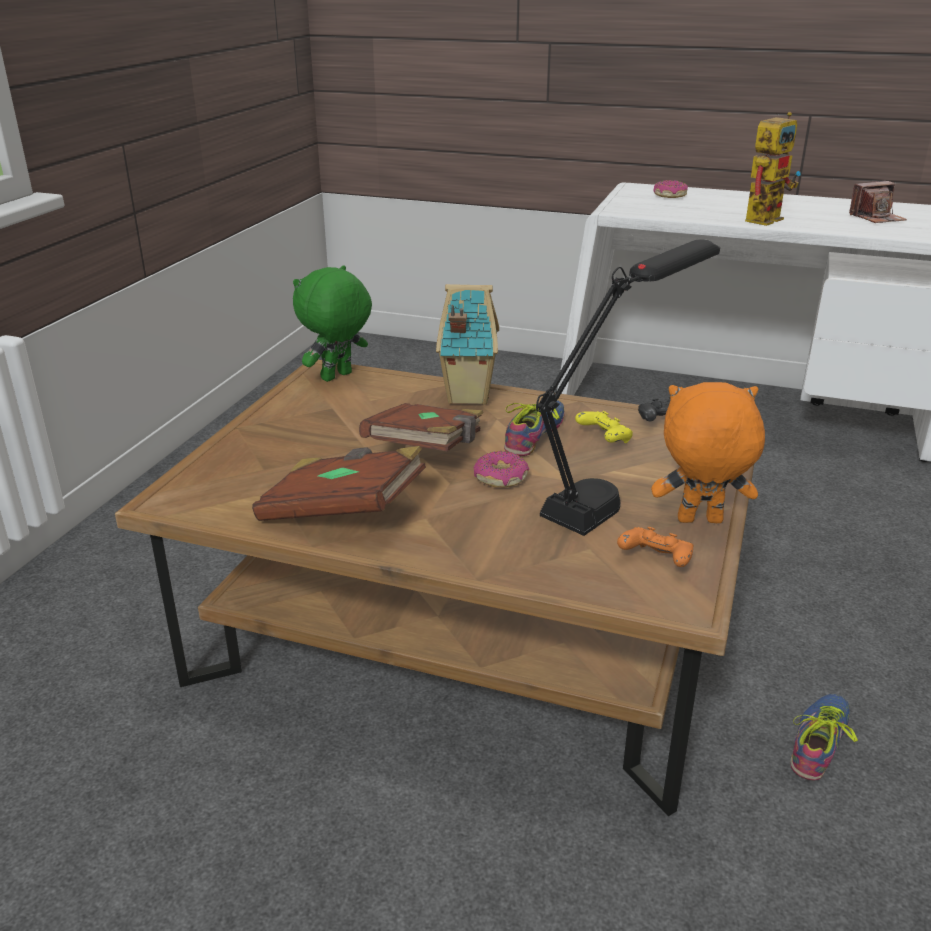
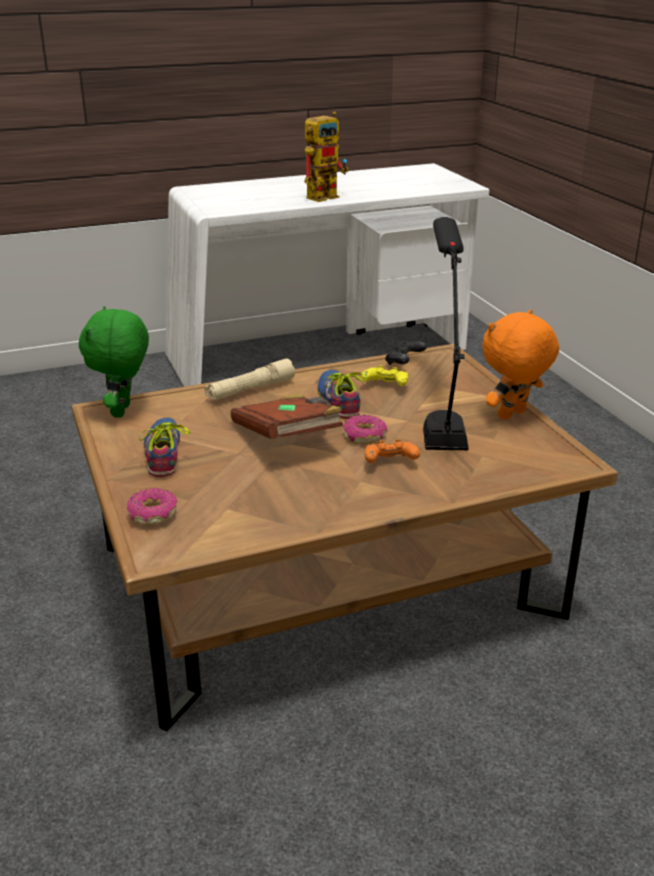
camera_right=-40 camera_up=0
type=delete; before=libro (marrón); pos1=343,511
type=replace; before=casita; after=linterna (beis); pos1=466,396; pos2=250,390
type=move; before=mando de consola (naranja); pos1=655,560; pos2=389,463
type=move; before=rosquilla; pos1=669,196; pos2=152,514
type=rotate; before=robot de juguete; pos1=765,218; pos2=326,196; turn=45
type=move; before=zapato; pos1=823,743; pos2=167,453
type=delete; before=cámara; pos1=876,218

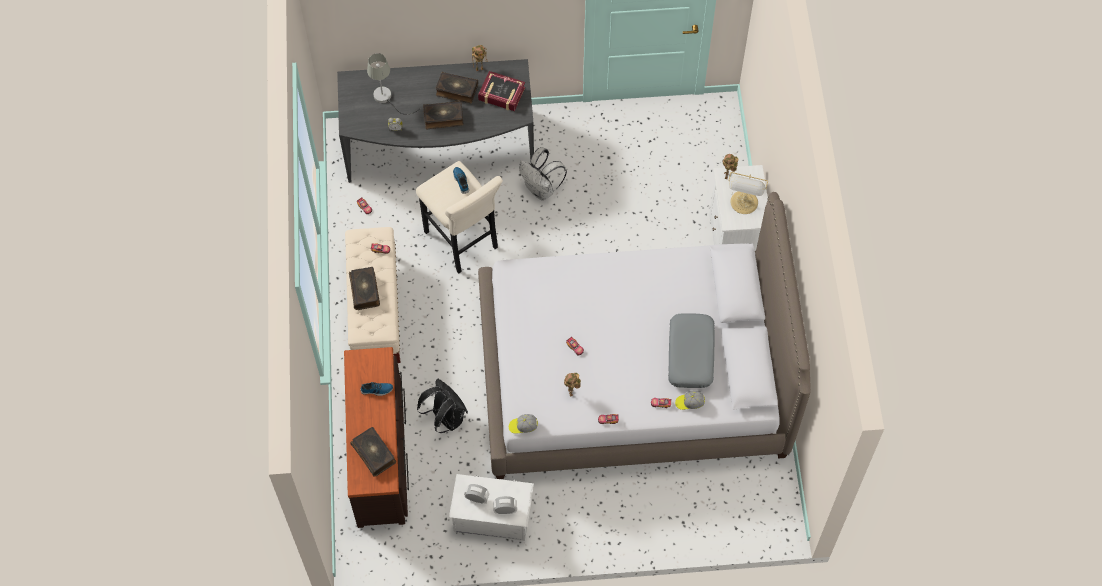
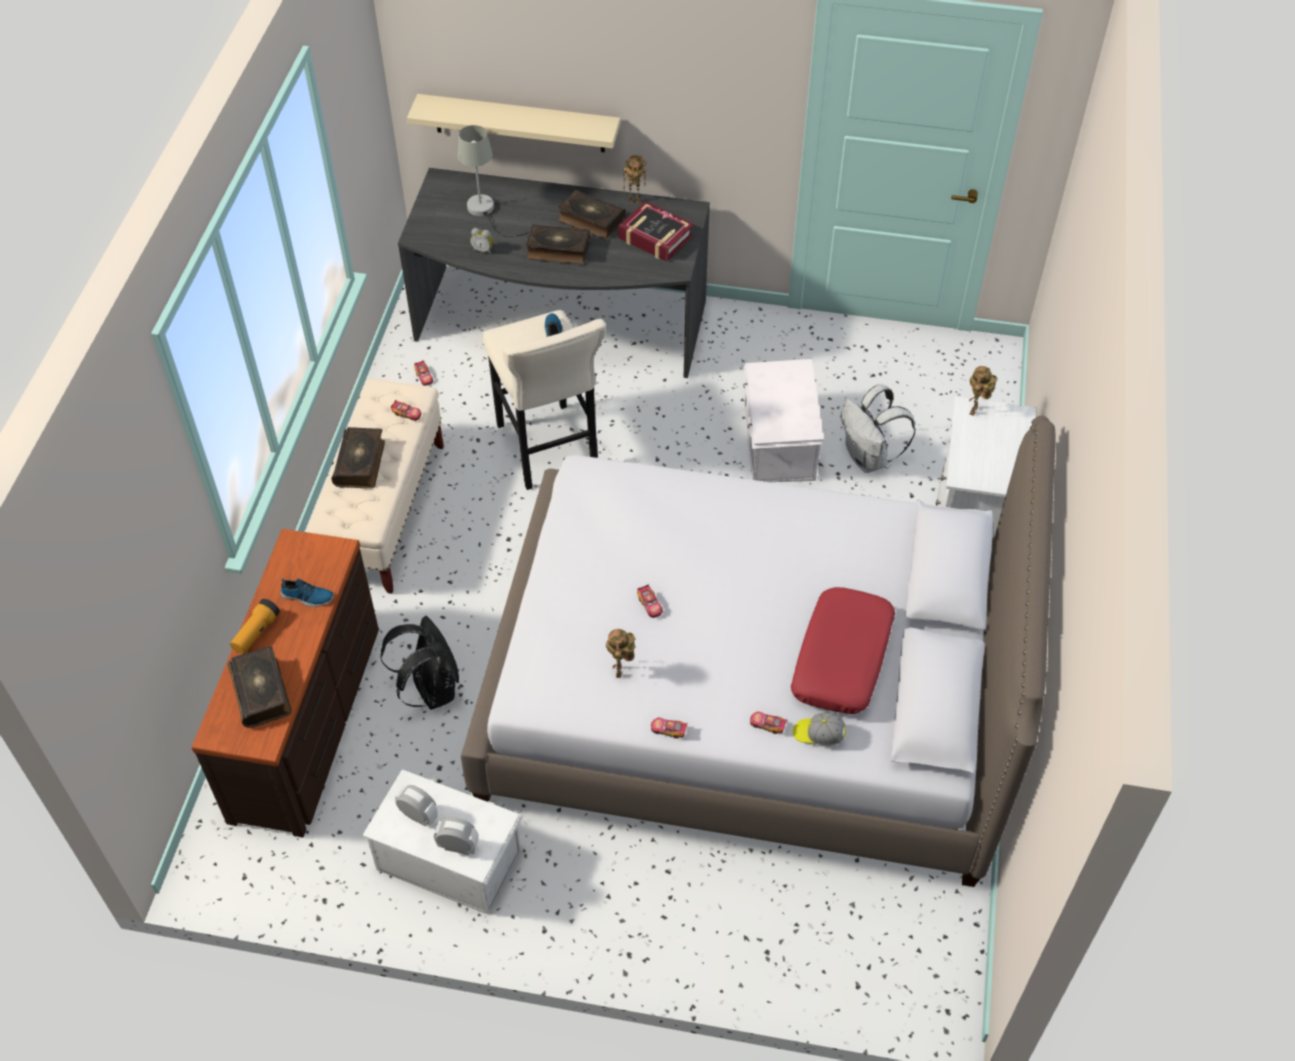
camera_right=15 camera_up=-10
type=delete; before=gorra; pos1=523,426
type=move; before=mochila (blanco); pos1=541,189; pos2=869,458
type=recolor; before=cojín (gris); after=cojín (rojo); pos1=691,355; pos2=842,659
type=delete; before=lámpara de mesa; pos1=744,203
type=insert; after=linterna; pos2=256,633
type=insert; after=estante (beis); pos2=519,123
type=insert; after=caja de almacenaje (blanco); pos2=777,443

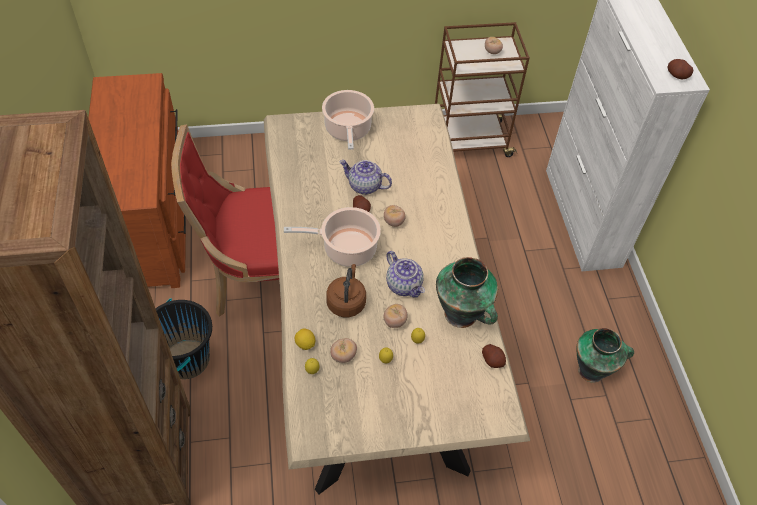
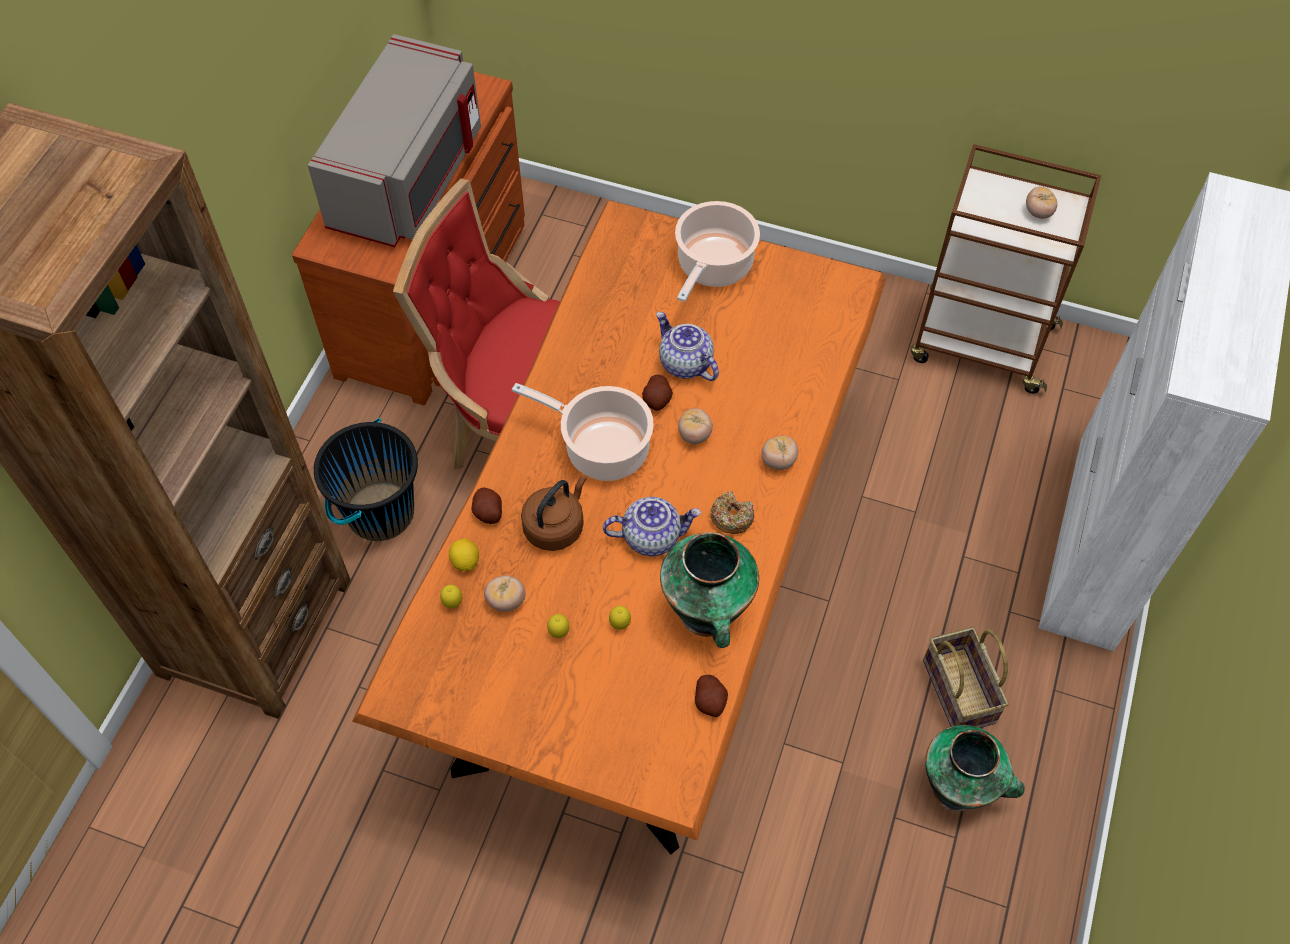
camera_right=30 camera_up=5
type=recolor; before=mesa de comedor (beis); after=mesa de comedor (naranja); pos1=373,343; pos2=645,600
type=move; before=tomate; pos1=394,321; pos2=778,461
type=rotate; before=tetera; pos1=404,285; pos2=652,536; turn=-90
type=move; before=patata; pos1=677,75; pos2=488,512
type=insert; after=microondas (gris); pos2=410,178
type=insert; after=rosquilla; pos2=731,517
type=insert; after=cesta; pos2=961,693

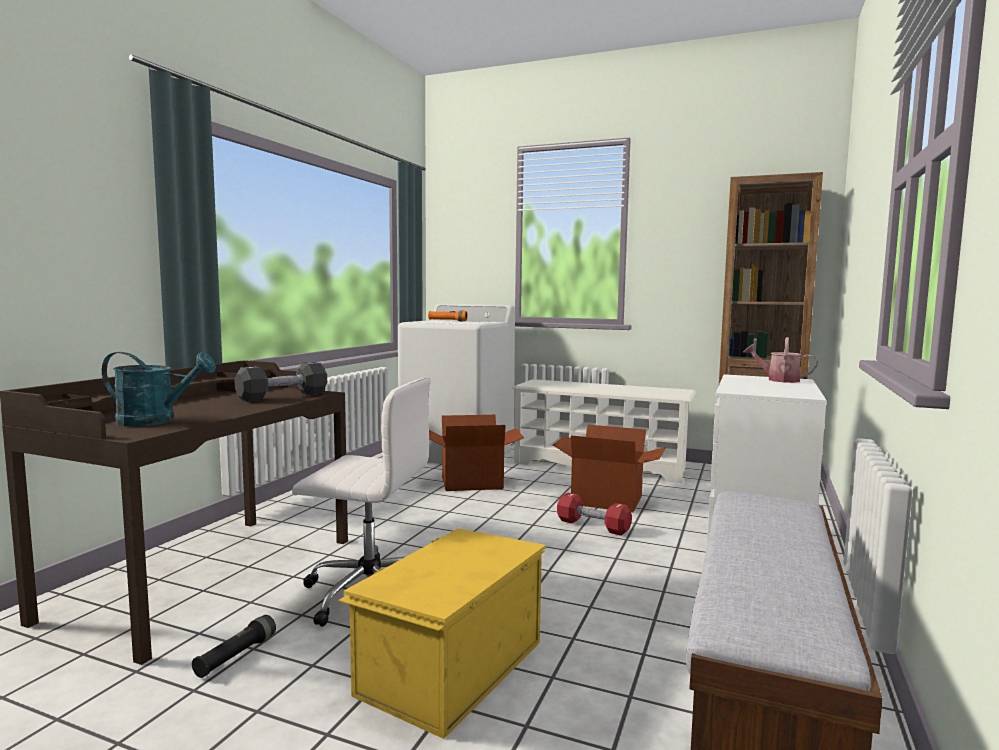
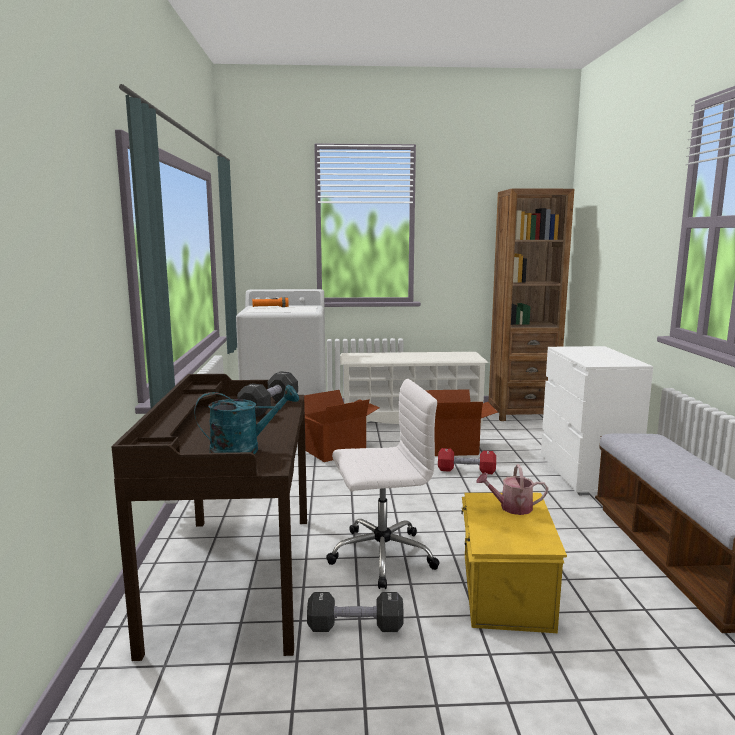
camera_right=-25 camera_up=5
type=replace; before=linterna (negro); after=mancuerna (negro); pos1=236,656; pos2=355,627
type=move; before=regadera; pos1=778,380; pos2=511,508

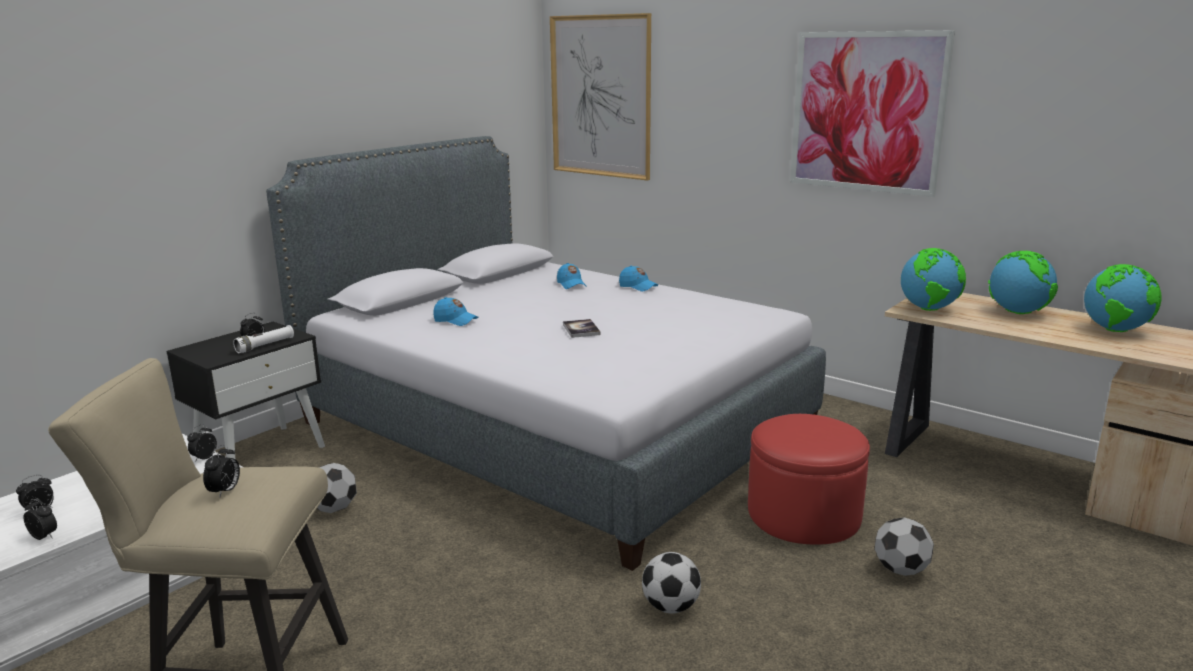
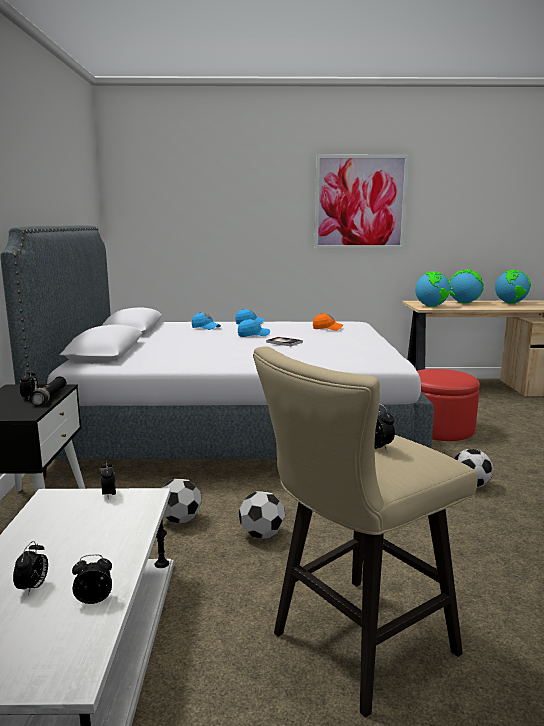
camera_right=-40 camera_up=-5
type=recolor; before=linterna (blanco); after=linterna (negro); pos1=265,346; pos2=50,397
type=move; before=gorra (azul); pos1=455,321; pos2=253,335
type=delete; before=cuadro; pos1=600,97
type=move; before=balón de fútbol; pos1=901,570; pos2=262,535
type=insert; after=gorra (naranja); pos2=327,328

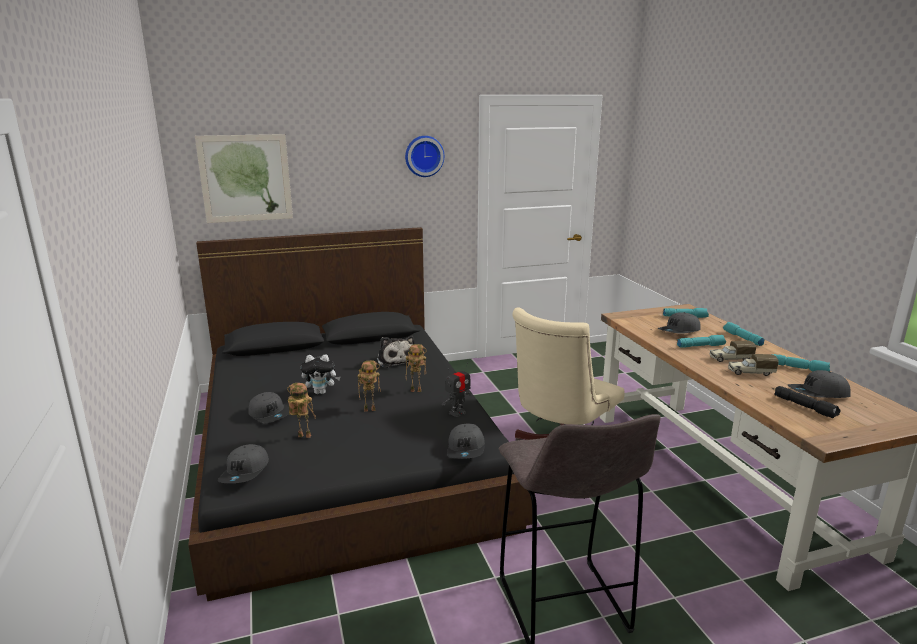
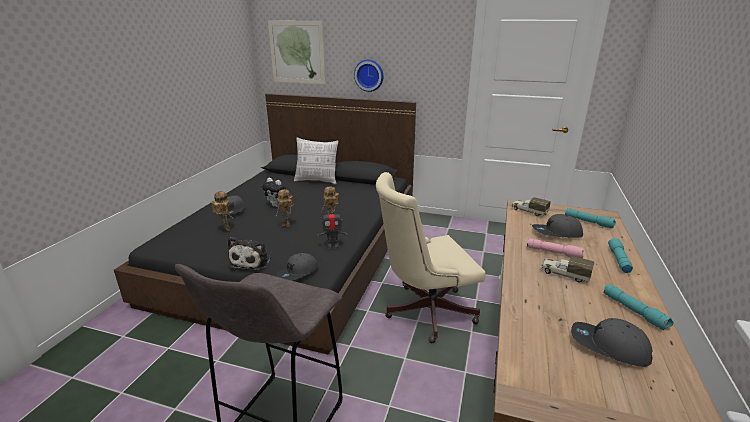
camera_right=35 camera_up=5
type=delete; before=gorra (gris); pos1=245,472
type=move; before=peluche; pos1=395,360; pos2=252,261
type=move; before=reloj de pared; pos1=424,156; pos2=369,75
type=recolor; before=linterna (turquesa); after=linterna (rosa); pos1=700,346; pos2=554,253
type=move; before=camión de juguete; pos1=750,372; pos2=528,211
type=delete; before=linterna (negro); pos1=805,407
type=insert; after=cojín; pos2=317,180

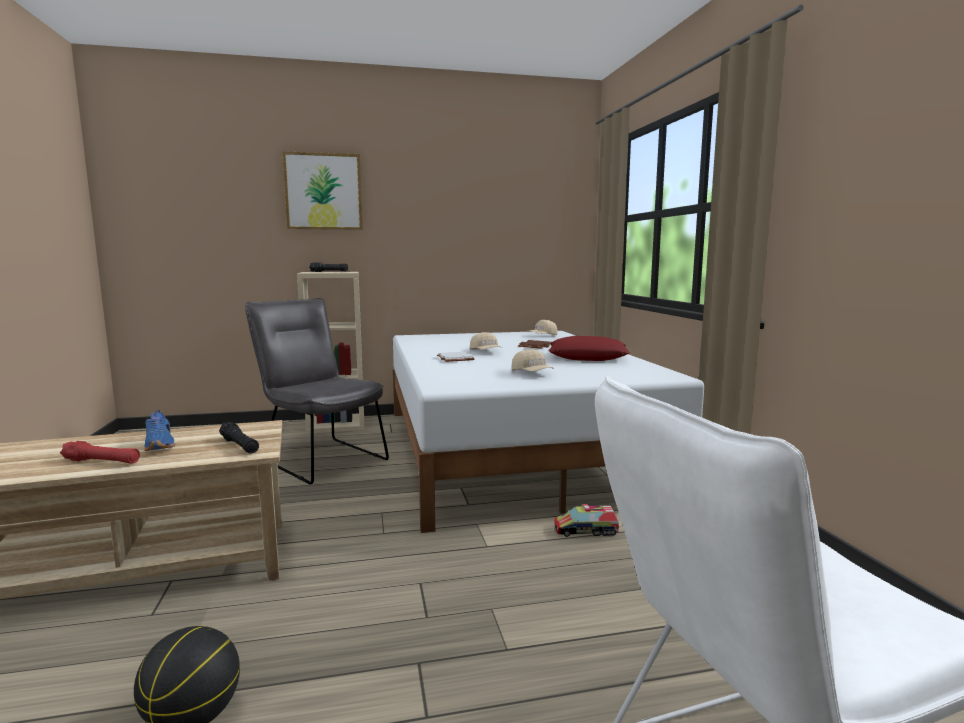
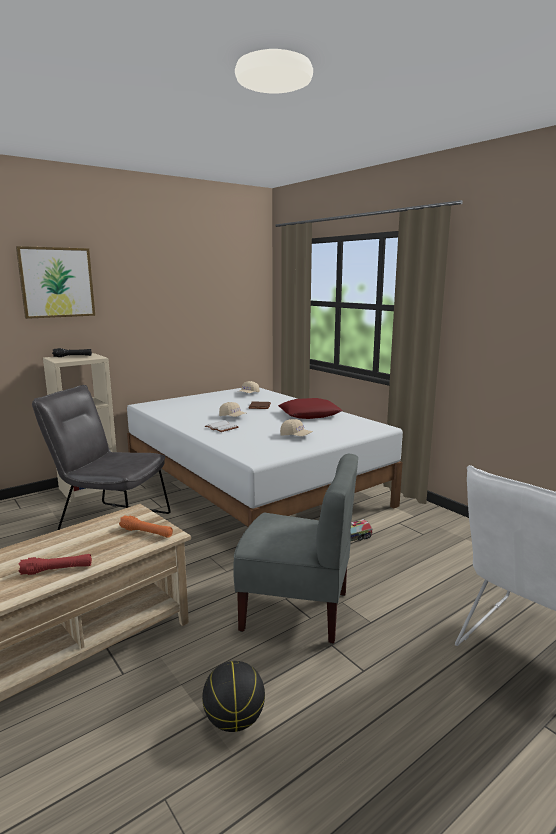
camera_right=-25 camera_up=5
type=delete; before=zapato (azul); pos1=160,445
type=recolor; before=linterna (negro); after=linterna (naranja); pos1=239,445; pos2=146,532
type=insert; after=silla (gris); pos2=296,610

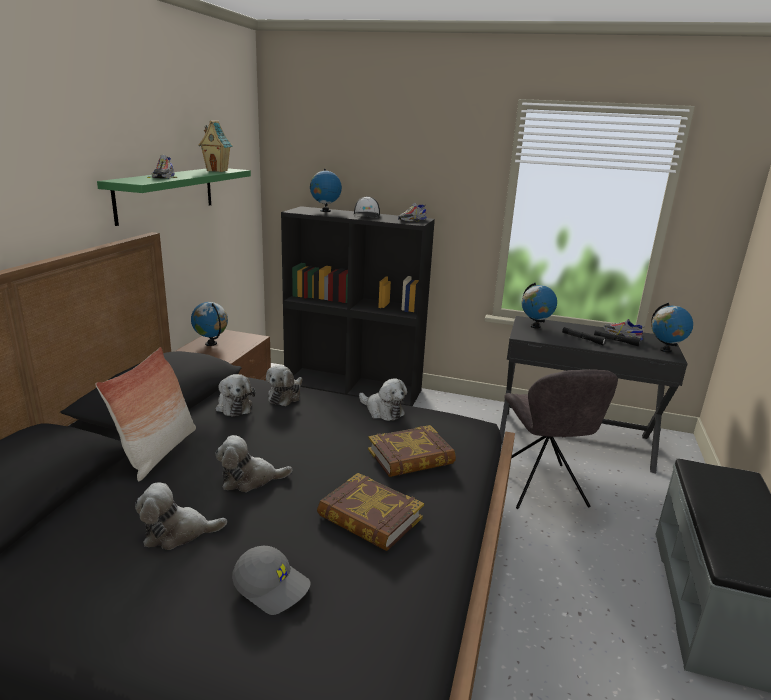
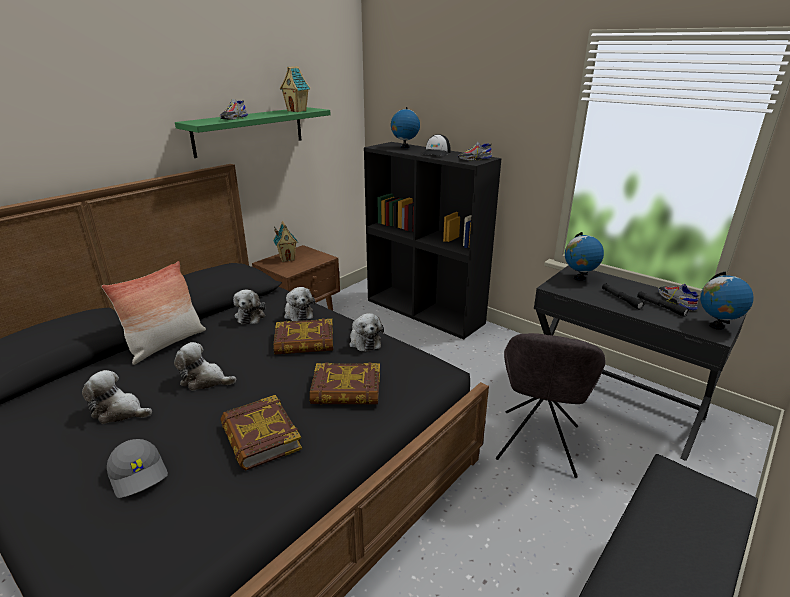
camera_right=25 camera_up=5
type=replace; before=globo terráqueo; after=casita; pos1=211,344; pos2=287,258
type=rotate; before=peluche; pos1=285,396; pos2=298,313; turn=-75
type=insert; after=libro; pos2=304,342

